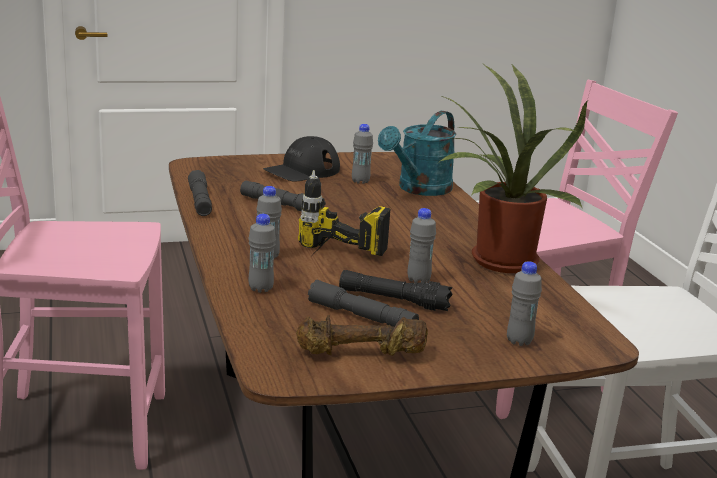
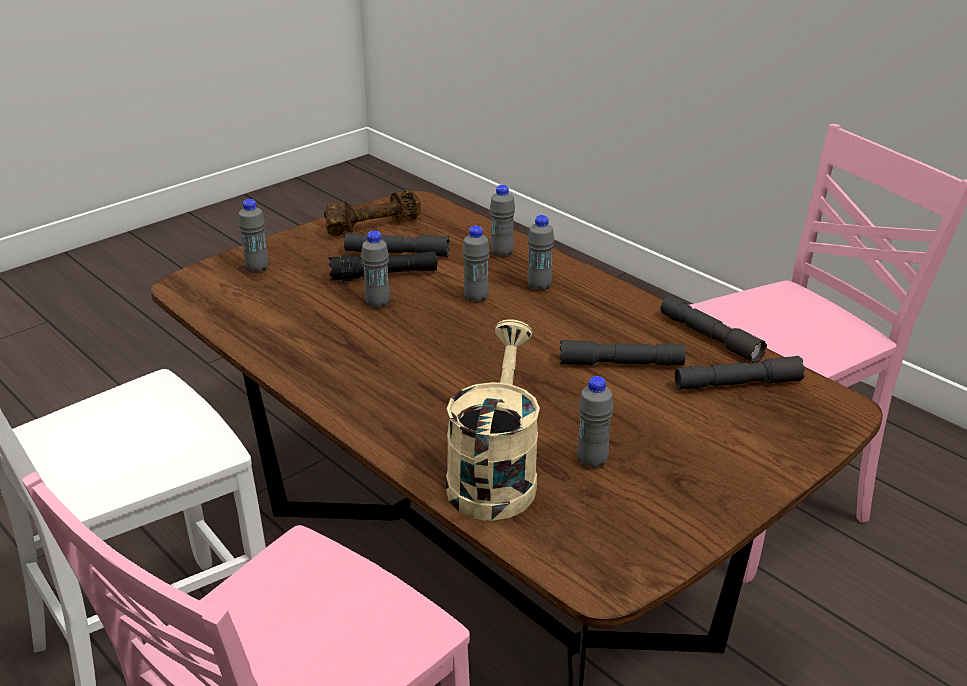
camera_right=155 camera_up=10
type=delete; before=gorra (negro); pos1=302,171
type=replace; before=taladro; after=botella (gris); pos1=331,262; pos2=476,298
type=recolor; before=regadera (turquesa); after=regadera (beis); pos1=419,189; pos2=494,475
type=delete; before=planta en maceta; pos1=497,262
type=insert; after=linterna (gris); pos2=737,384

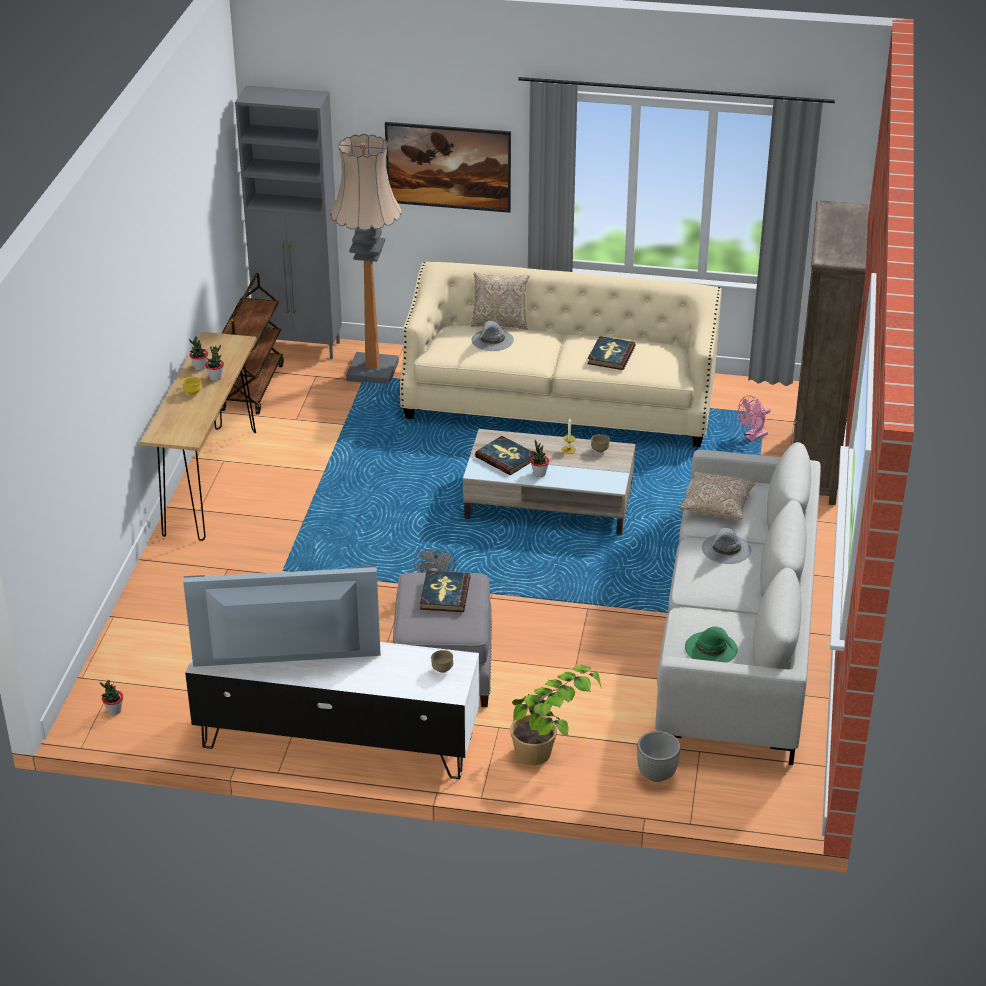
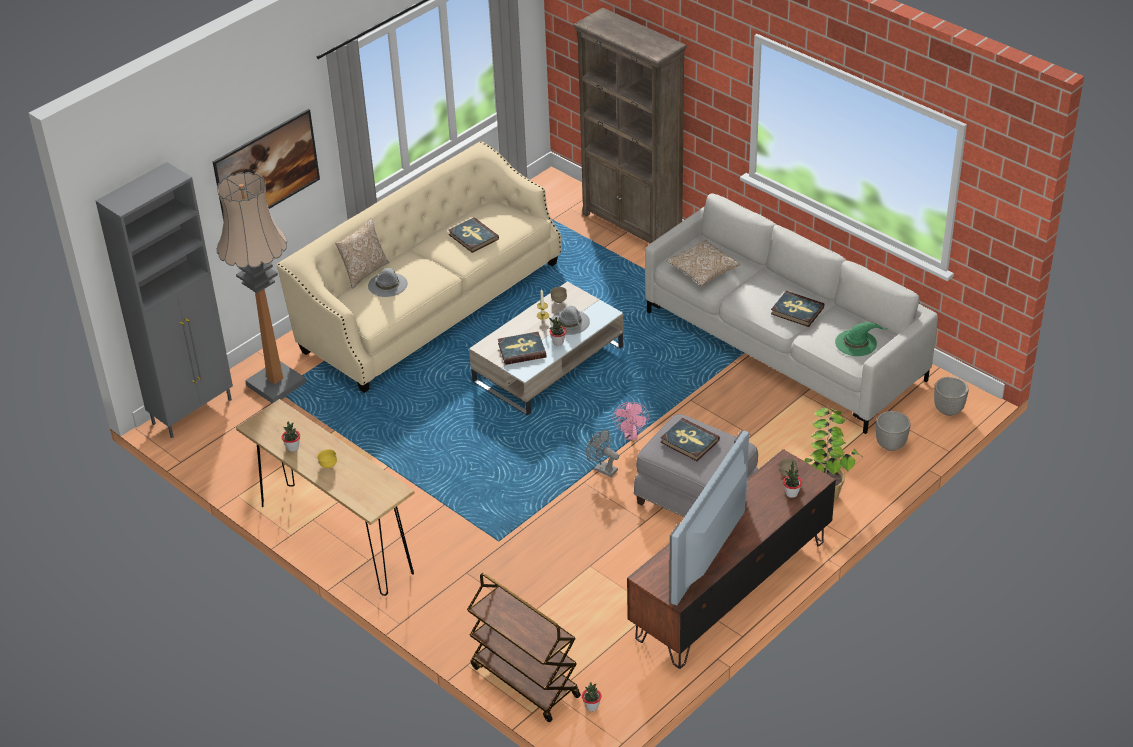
camera_right=-55 camera_up=5
type=recolor; before=mueble de televisión (blanco); after=mueble de televisión (marrón); pos1=336,740; pos2=730,589
type=move; before=planta en maceta; pos1=215,377; pos2=791,493
type=move; before=carrito (marrón); pos1=252,387; pos2=524,681
type=move; before=sombrero (gris); pos1=726,549; pos2=570,322
type=move; before=ventilador (rosa); pos1=752,437; pos2=631,435
type=insert; after=libro; pos2=797,311
type=insert; after=maceta; pos2=949,410

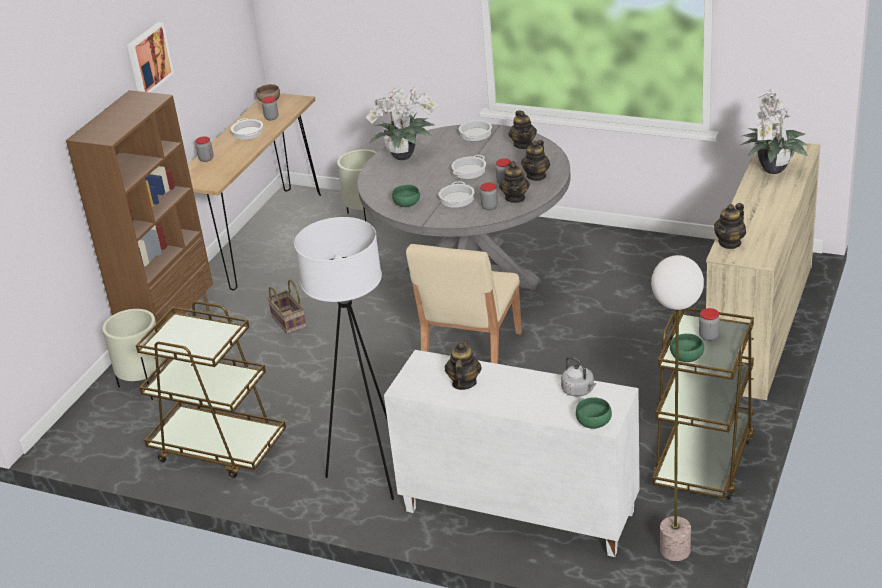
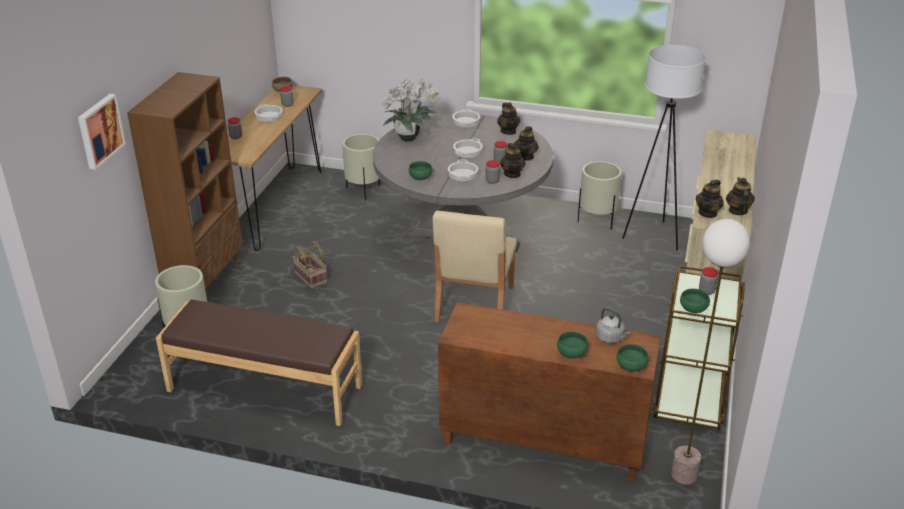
camera_right=-10 camera_up=0
type=move; before=cuadro; pos1=148,59; pos2=99,130
type=replace; before=carrito (marrón); after=banco (marrón); pos1=218,448; pos2=264,389
type=move; before=lámpara de pie (blanco); pos1=371,474; pos2=653,236
type=recolor; before=armario (blanco); after=armario (marrón); pos1=517,512; pos2=541,443
type=move; before=tetera; pos1=464,383; pos2=737,211
type=delete; before=planta en maceta; pos1=772,171
type=insert; after=cuenco (verde); pos2=571,353
type=insert; after=maceta (beis); pos2=597,221

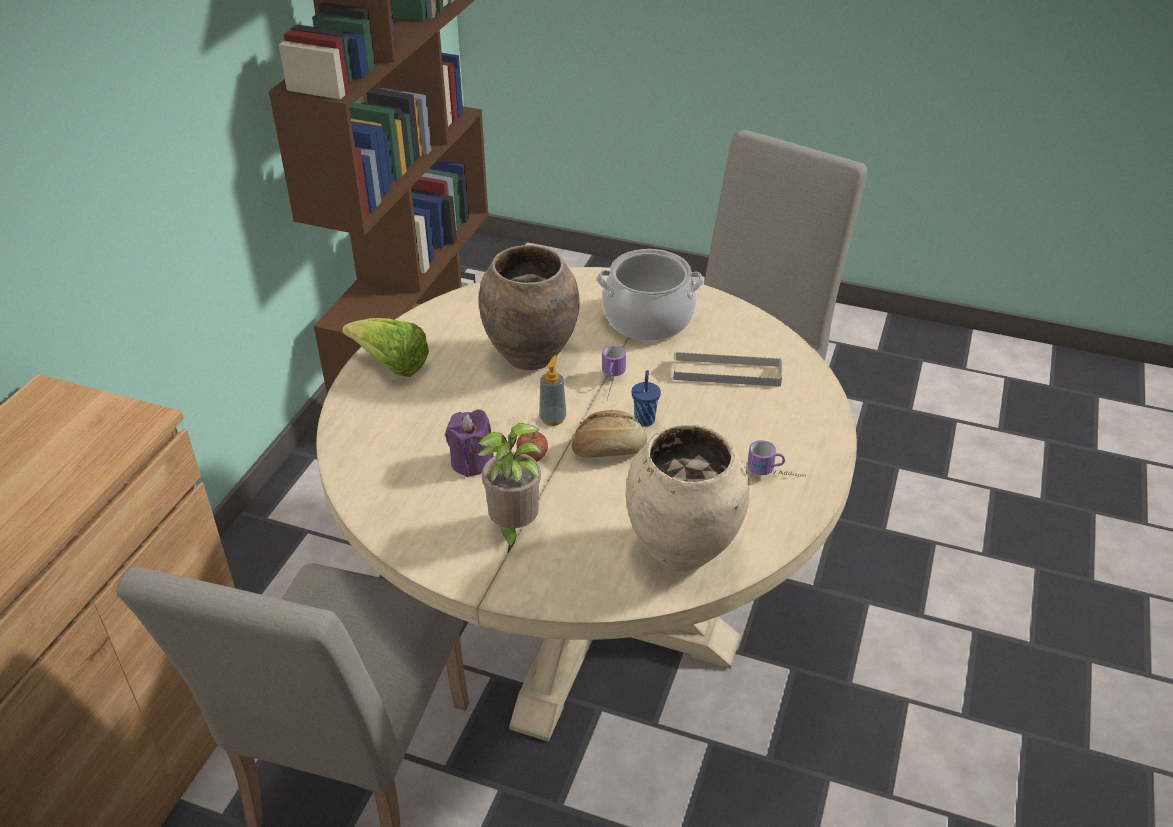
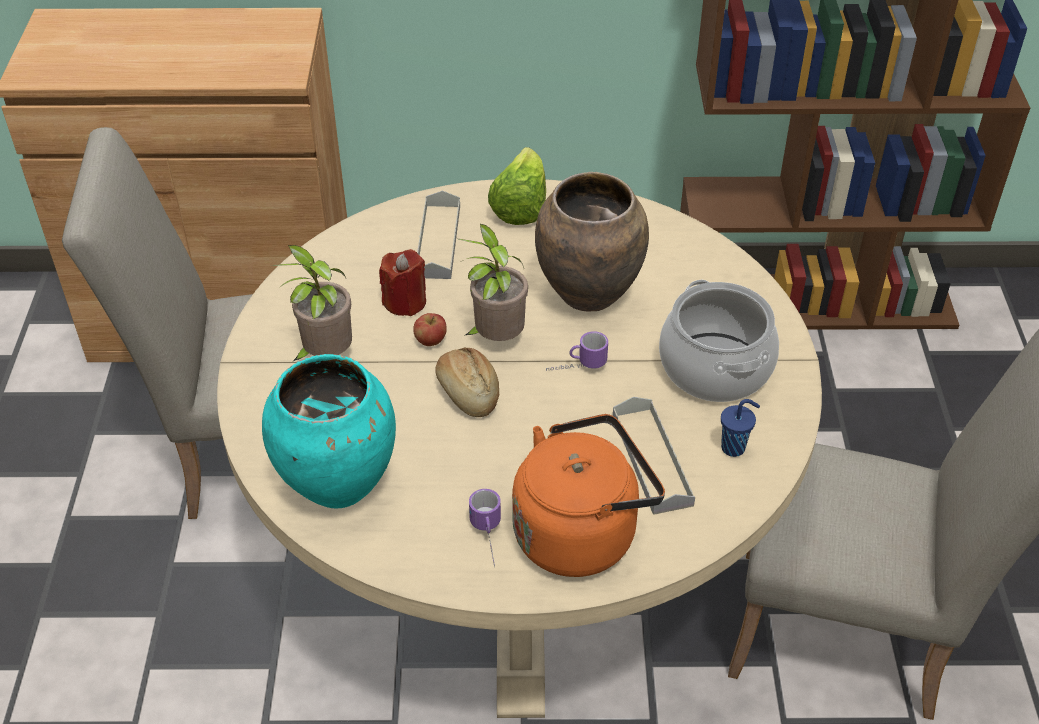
camera_right=70 camera_up=5
type=recolor; before=vela (morado); after=vela (rojo); pos1=471,462; pos2=405,302
type=replace; before=dispensador de jabón; after=planta en maceta; pos1=552,418; pos2=496,339
type=recolor; before=florero (beis); after=florero (turquesa); pos1=682,549; pos2=340,485
type=move; before=taza (azul); pos1=645,419; pos2=734,448
type=insert; after=bandeja (gris); pos2=438,241
type=insert; after=hervidor (naranja); pos2=581,532

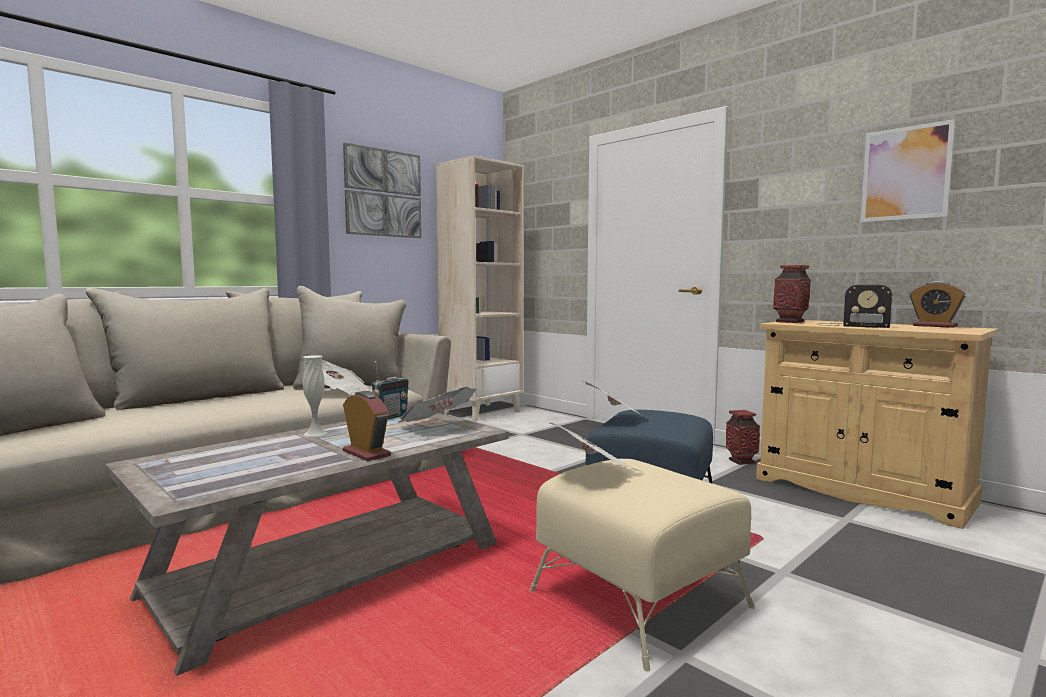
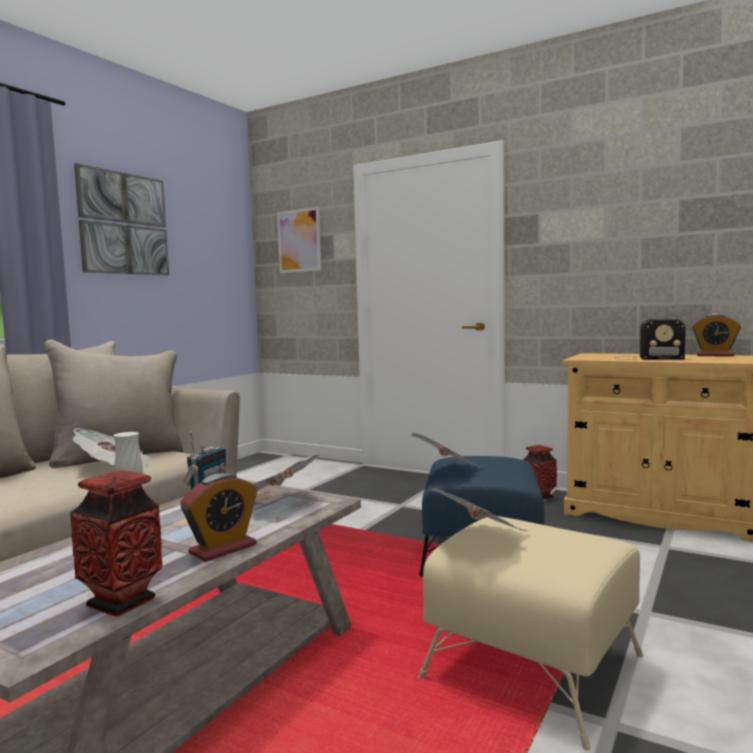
camera_right=-15 camera_up=0
type=rotate; before=despertador; pos1=366,453; pos2=223,549; turn=105
type=delete; before=estantería (beis); pos1=481,412
type=move; before=florero; pos1=790,322; pos2=122,602
type=move; before=cuadro; pos1=905,173; pos2=299,241

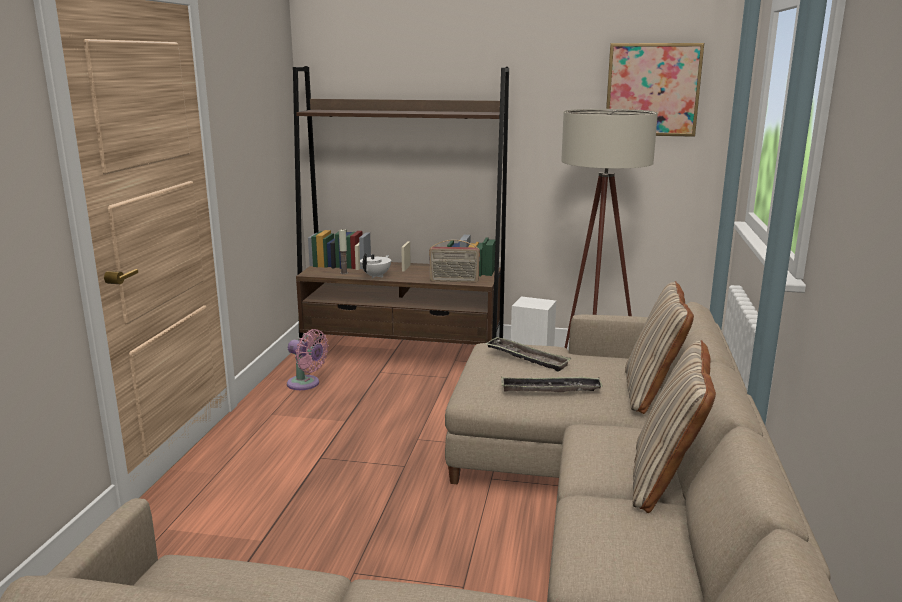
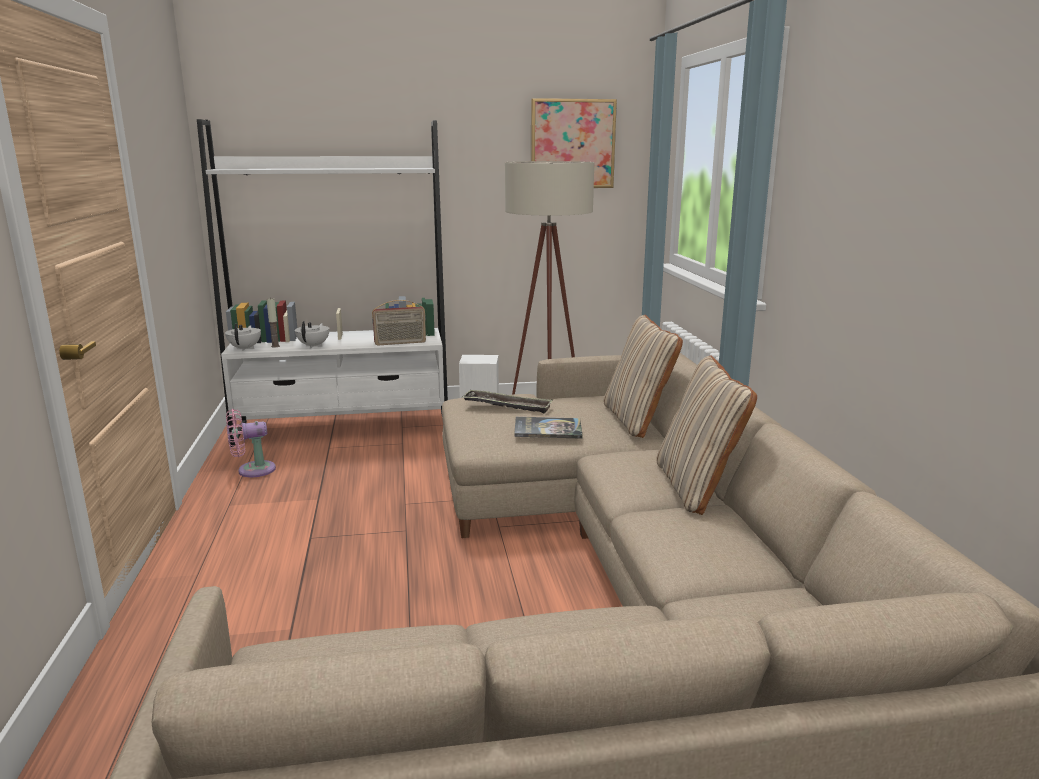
camera_right=-20 camera_up=0
type=rotate; before=ventilador (rosa); pos1=306,384; pos2=252,470; turn=150
type=recolor; before=estantería (marrón); after=estantería (blanco); pos1=403,354; pos2=344,428
type=replace; before=bandeja; after=libro; pos1=550,389; pos2=548,429
type=insert; after=tetera (blanco); pos2=245,348

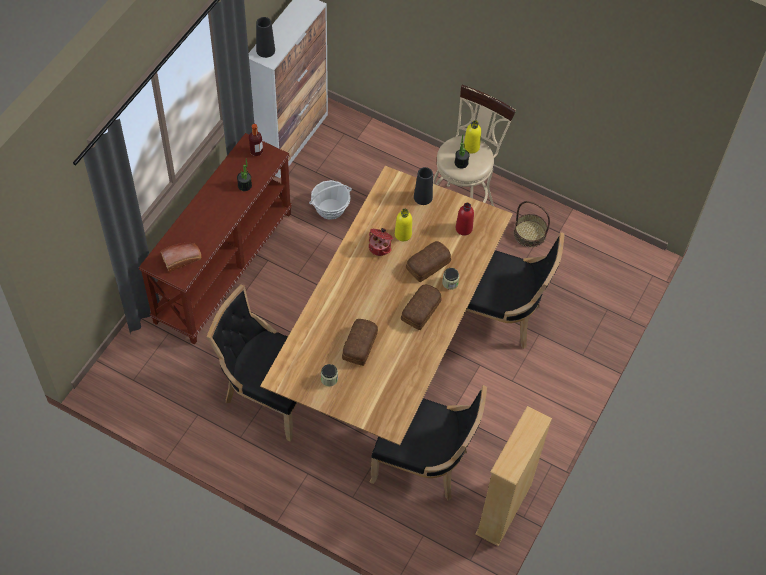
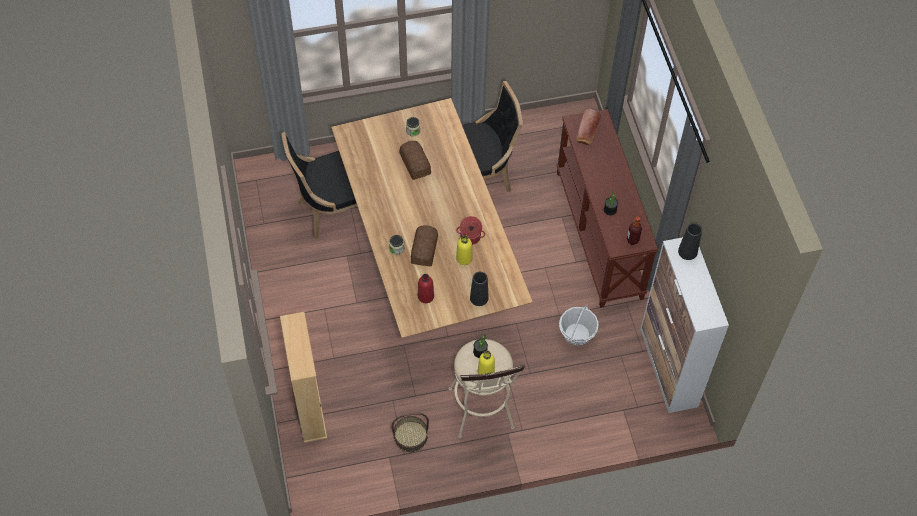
camera_right=140 camera_up=0
type=delete; before=pan; pos1=422,310
type=delete; before=silla (negro); pos1=499,317
type=move; before=estantería (beis); pos1=504,509; pos2=309,410

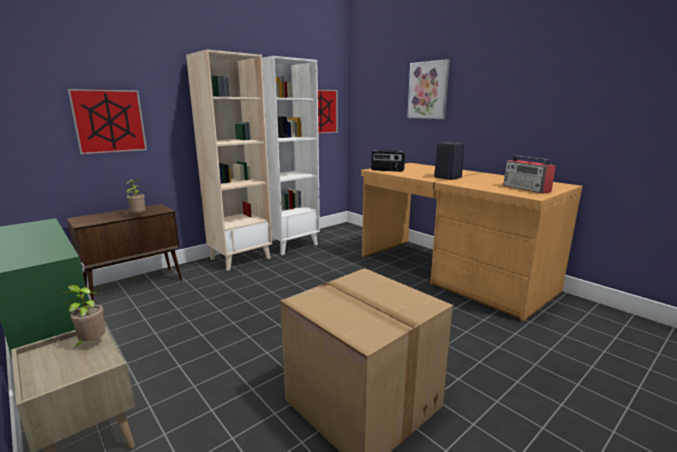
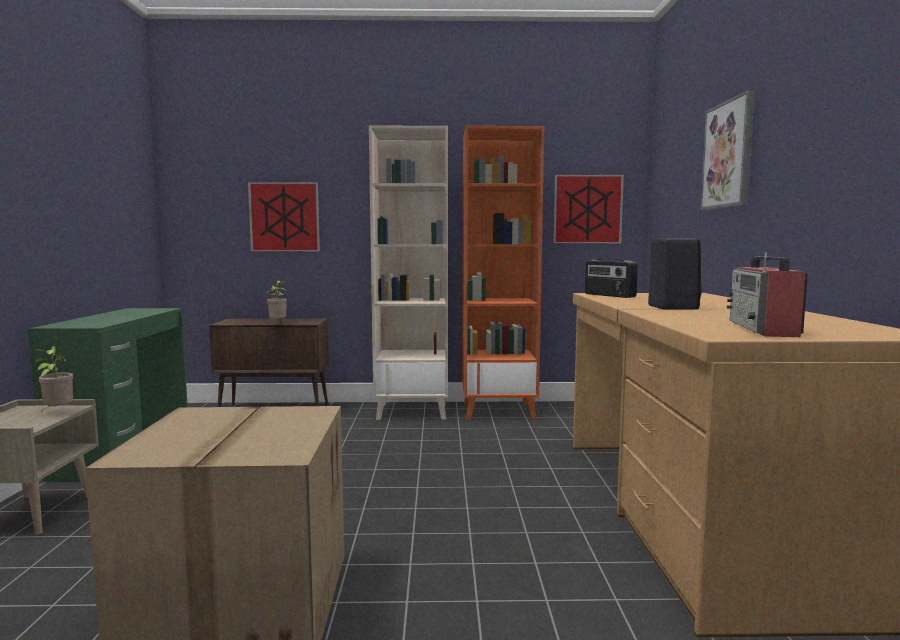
camera_right=40 camera_up=-10
type=recolor; before=estantería (blanco); after=estantería (naranja); pos1=290,245; pos2=499,411

